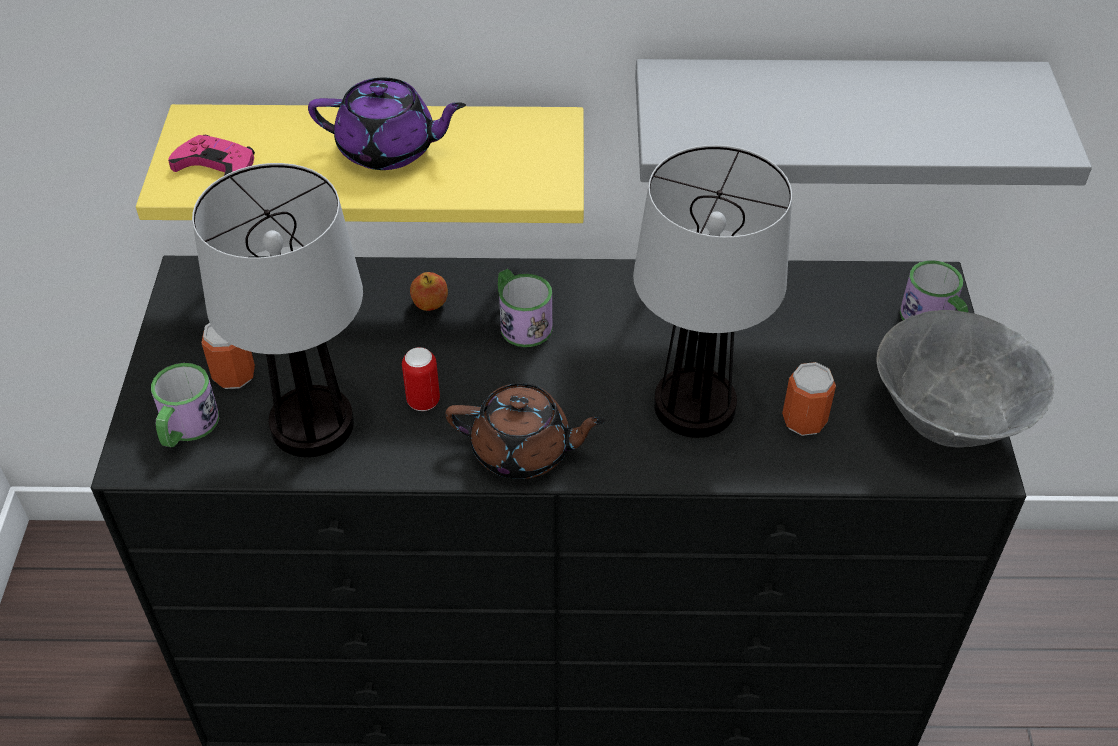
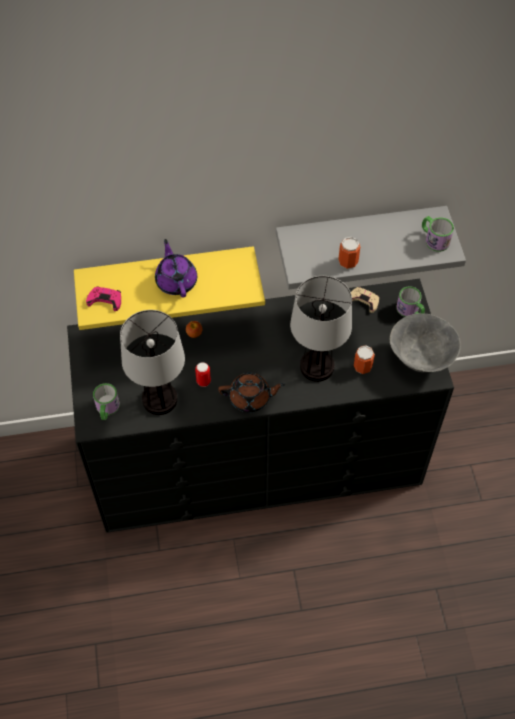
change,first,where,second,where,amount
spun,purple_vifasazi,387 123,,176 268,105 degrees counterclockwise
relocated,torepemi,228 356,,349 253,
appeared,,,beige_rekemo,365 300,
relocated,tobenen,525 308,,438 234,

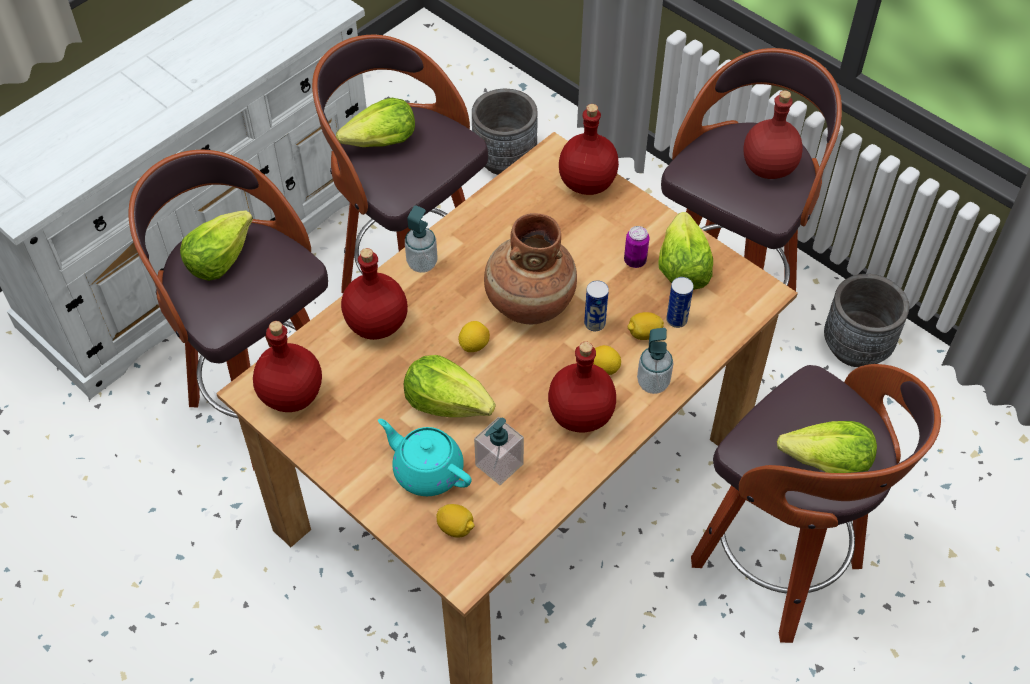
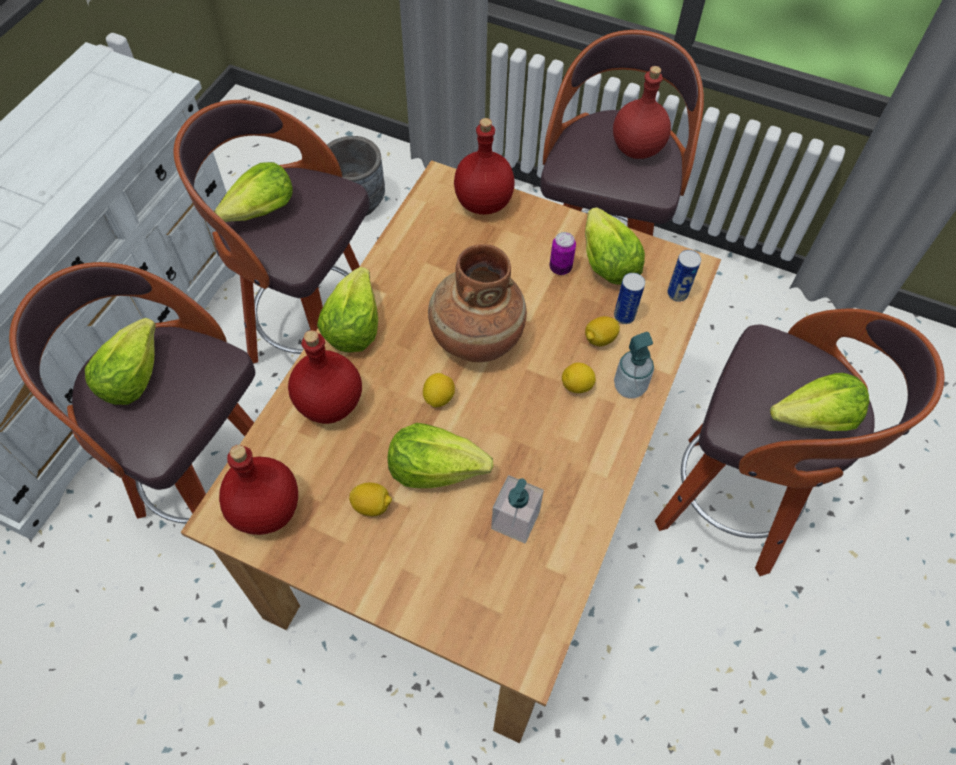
change,first,where,second,where,amount
exchanged,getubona,421 239,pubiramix,347 309,
relocated,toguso,455 521,,370 499,
relocated,torepemi,596 305,,684 276,
missing,turquoise_vifasazi,425 457,,,
missing,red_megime,582 386,,,
missing,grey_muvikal,866 320,,,

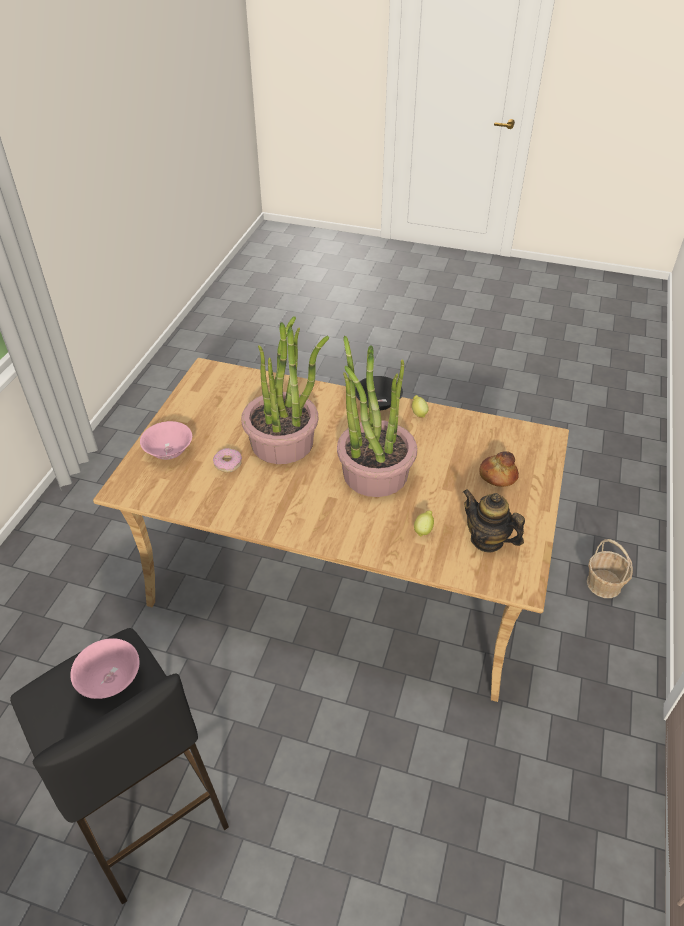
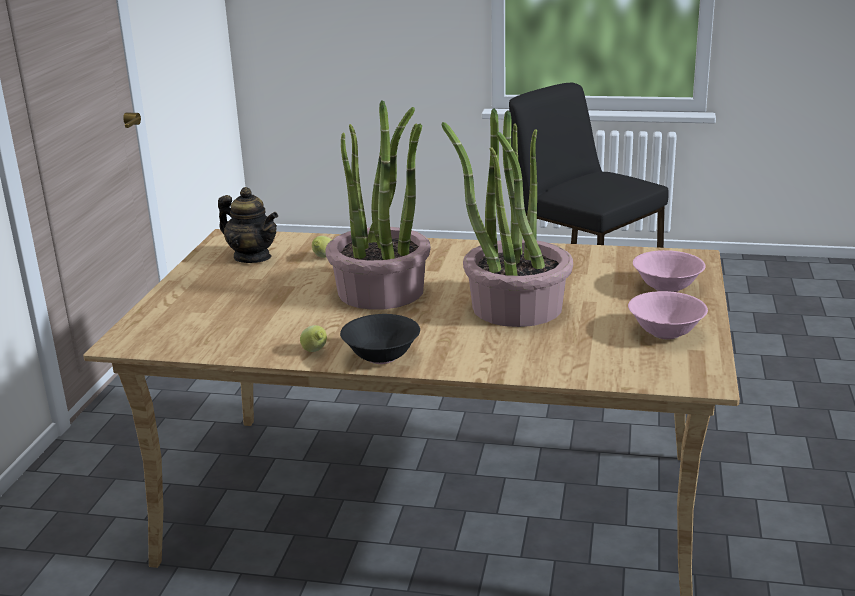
change,first,where,second,where,amount
relocated,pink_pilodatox,105 668,,668 315,
missing,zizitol,227 460,,,
missing,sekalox,499 469,,,
missing,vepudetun,610 568,,,

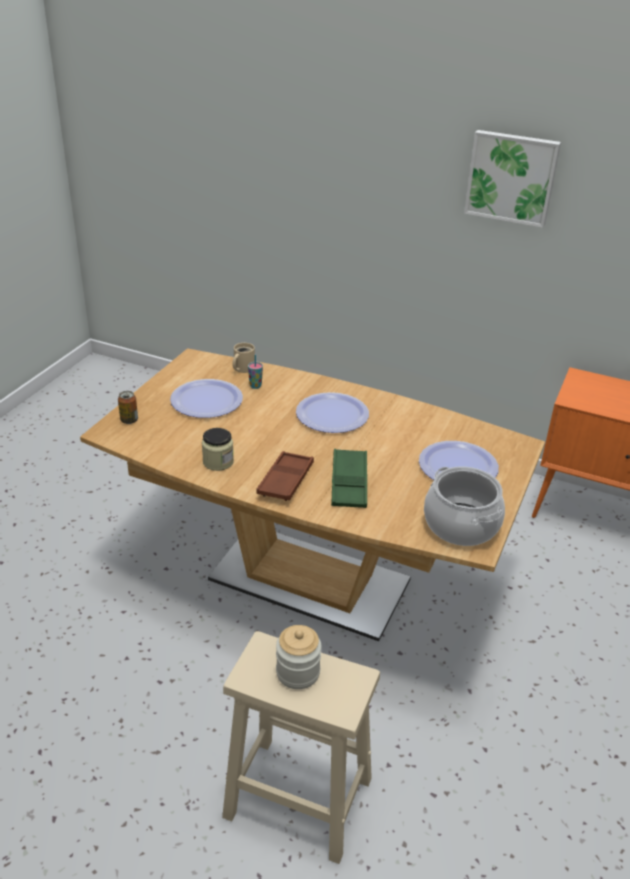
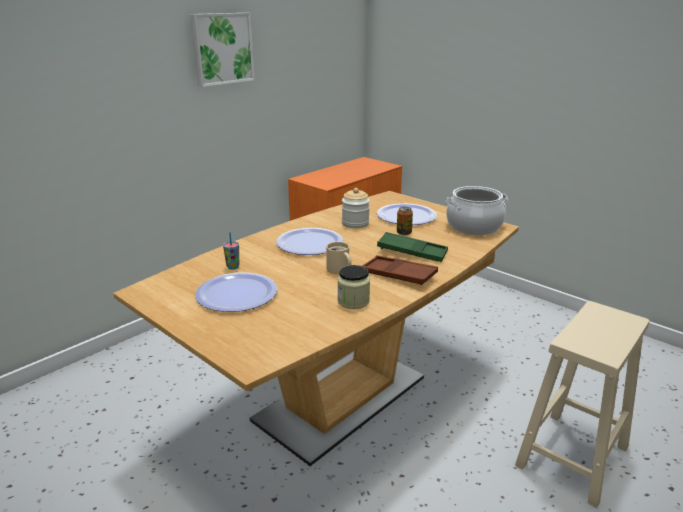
change,first,where,second,where,amount
relocated,beige_tobenen,243 358,,339 258,
relocated,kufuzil,299 657,,356 208,
relocated,torepemi,128 407,,405 220,

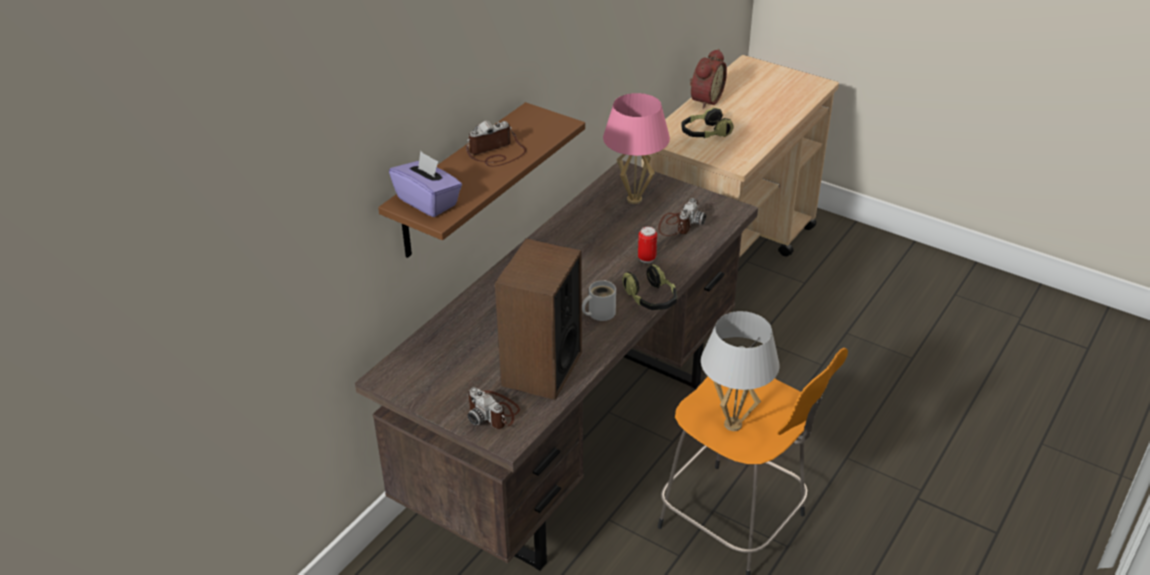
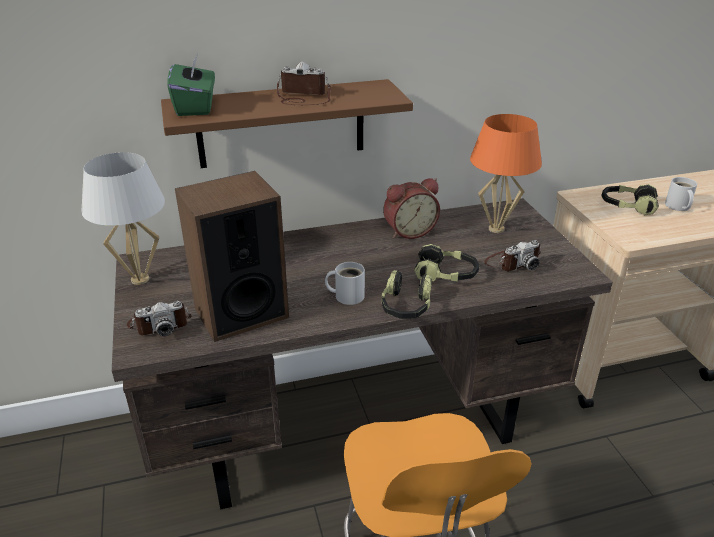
change,first,where,second,where,amount
relocated,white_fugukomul,740 371,,123 218,
spun,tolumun,493 408,,159 318,105 degrees counterclockwise
colour,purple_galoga,425 184,green_galoga,191 85,
relocated,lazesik,708 79,,411 208,
exchanged,torepemi,647 245,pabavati,446 263,
colour,pink_fugukomul,636 148,orange_fugukomul,506 173,
appeared,,,white_tobenen,681 194,

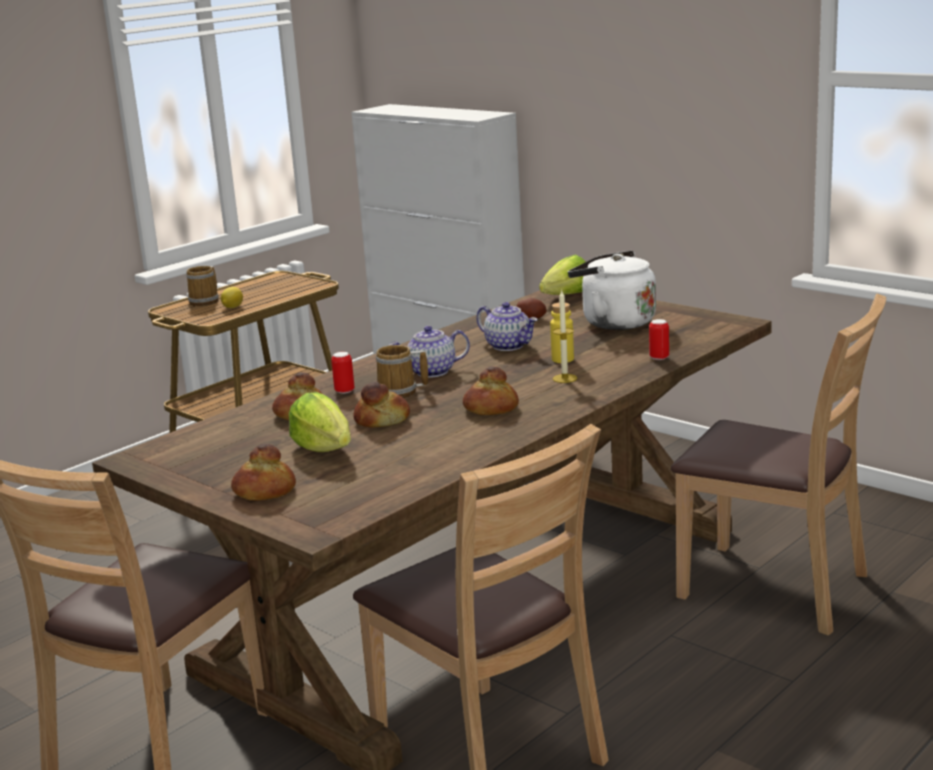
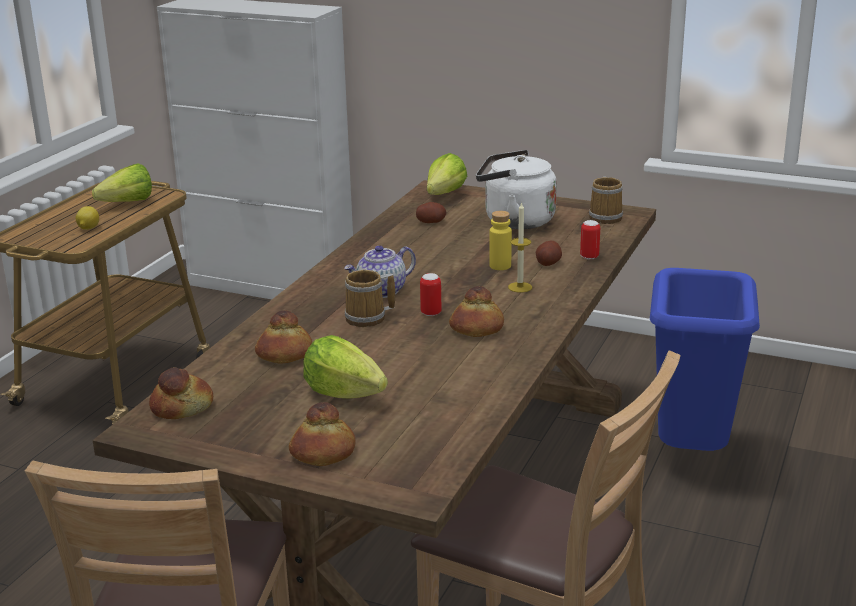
change,first,where,second,where,amount
appeared,,,pubiramix,122 182,
relocated,sekalox,381 405,,181 393,
relocated,torepemi,343 373,,430 294,
appeared,,,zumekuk,549 253,
relocated,tobenen,202 286,,606 200,
exchanged,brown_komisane,778 465,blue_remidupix,705 359,
missing,vifasazi,507 326,,,

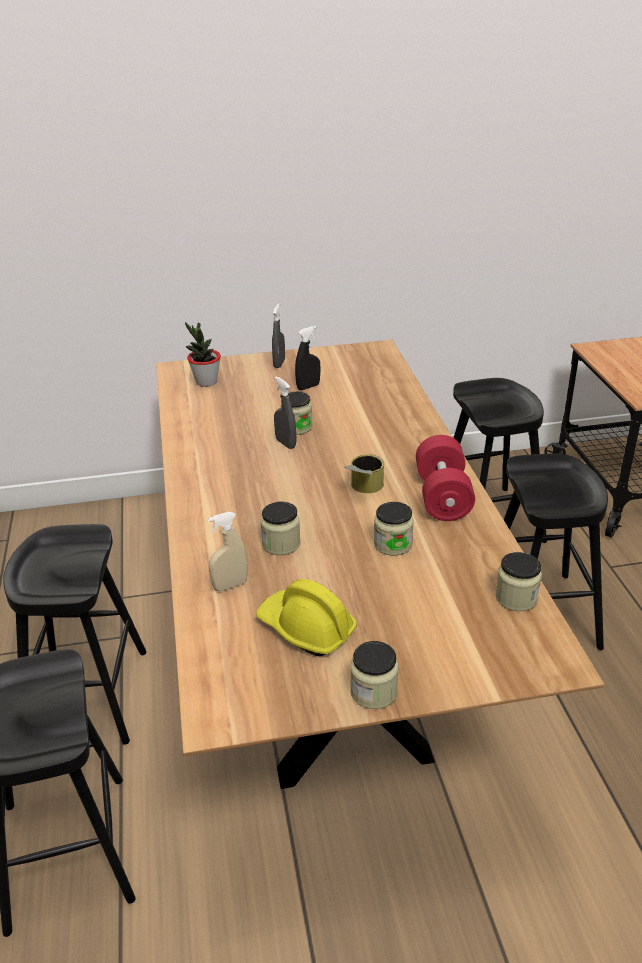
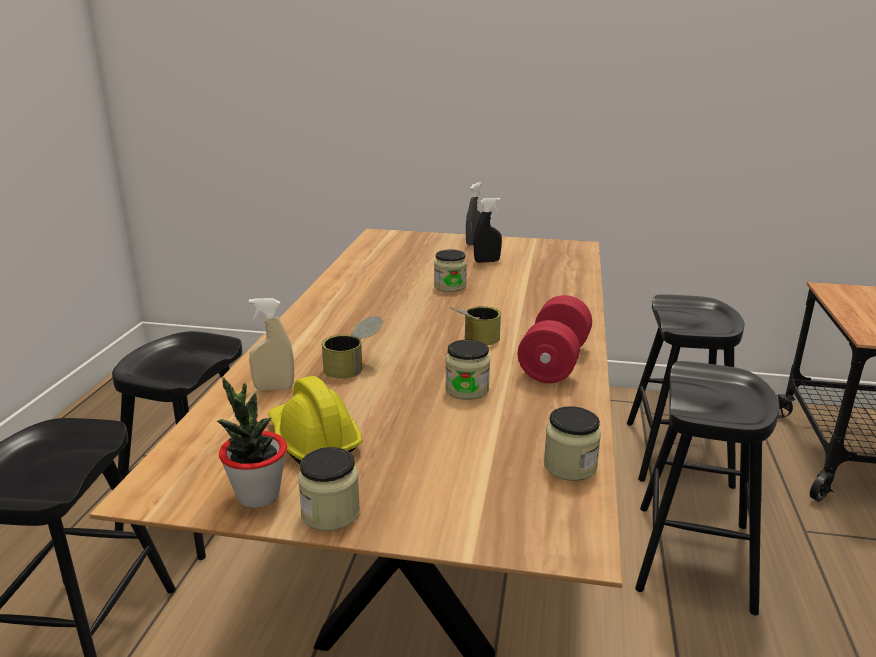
change,first,where,second,where,amount
relocated,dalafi,203 354,,252 442,
exchanged,kufuzil,280 528,torepemi,352 347,
missing,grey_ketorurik,285 412,,,

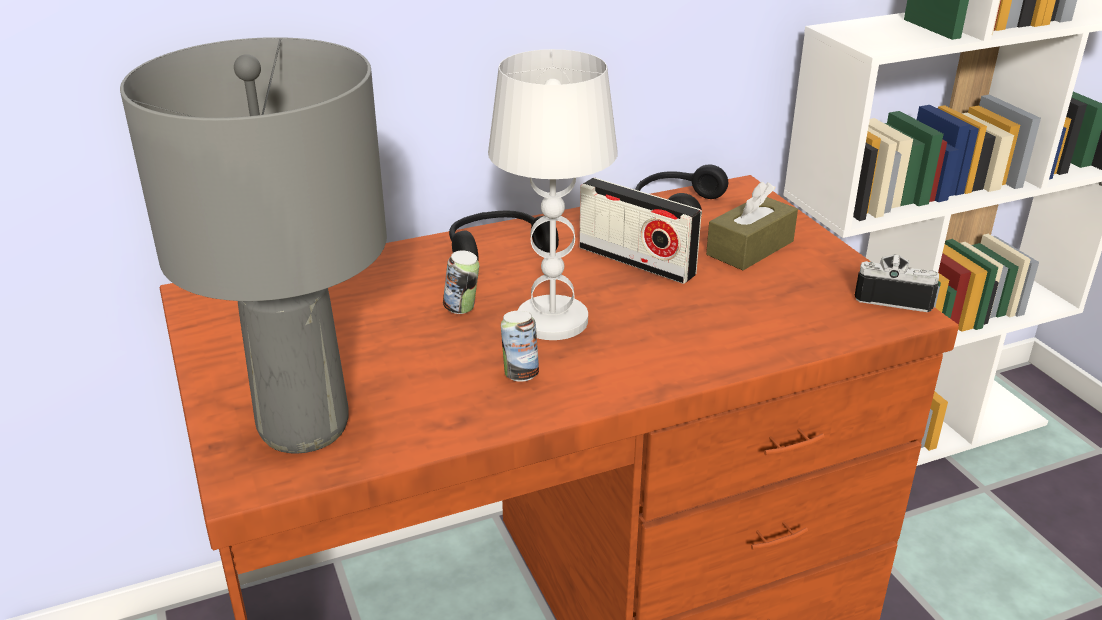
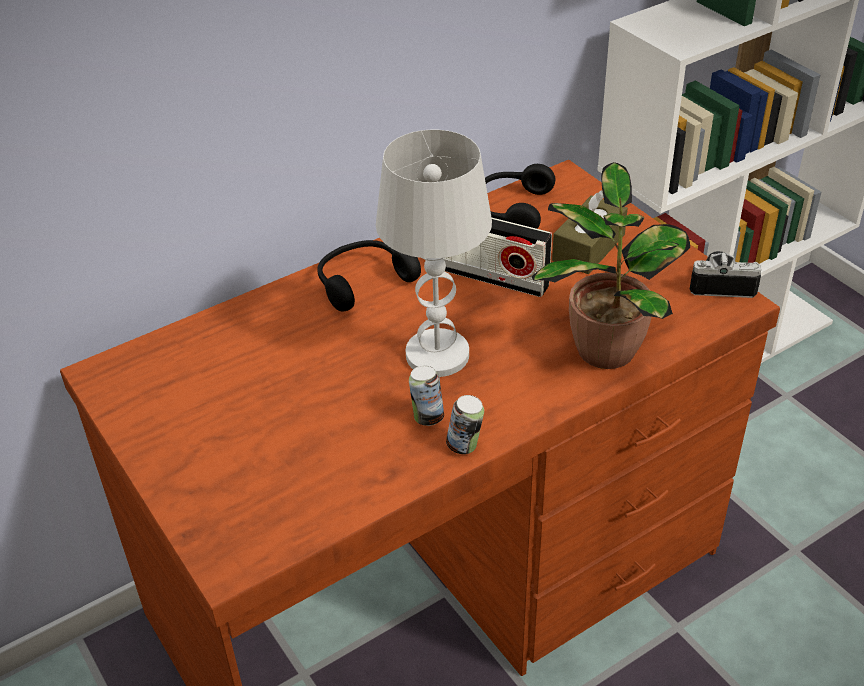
change,first,where,second,where,amount
relocated,torepemi,461 282,,465 424,
appeared,,,dalafi,611 265,
missing,grey_fugukomul,253 245,,,

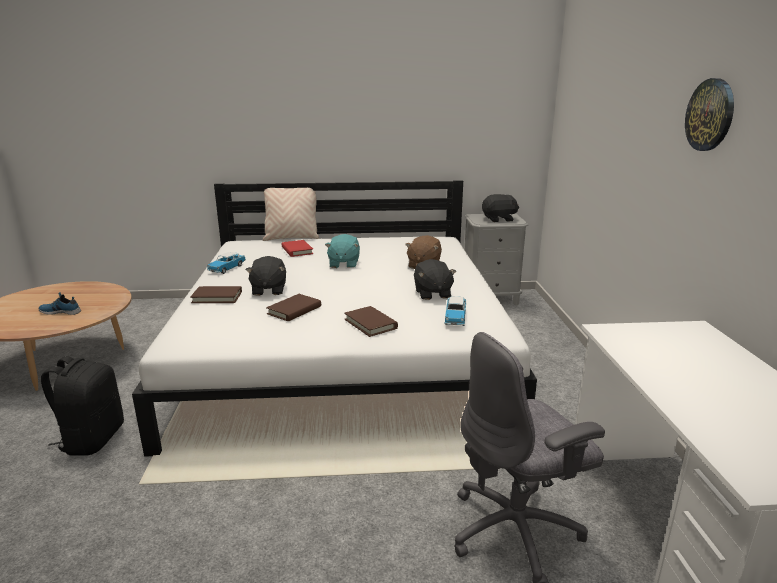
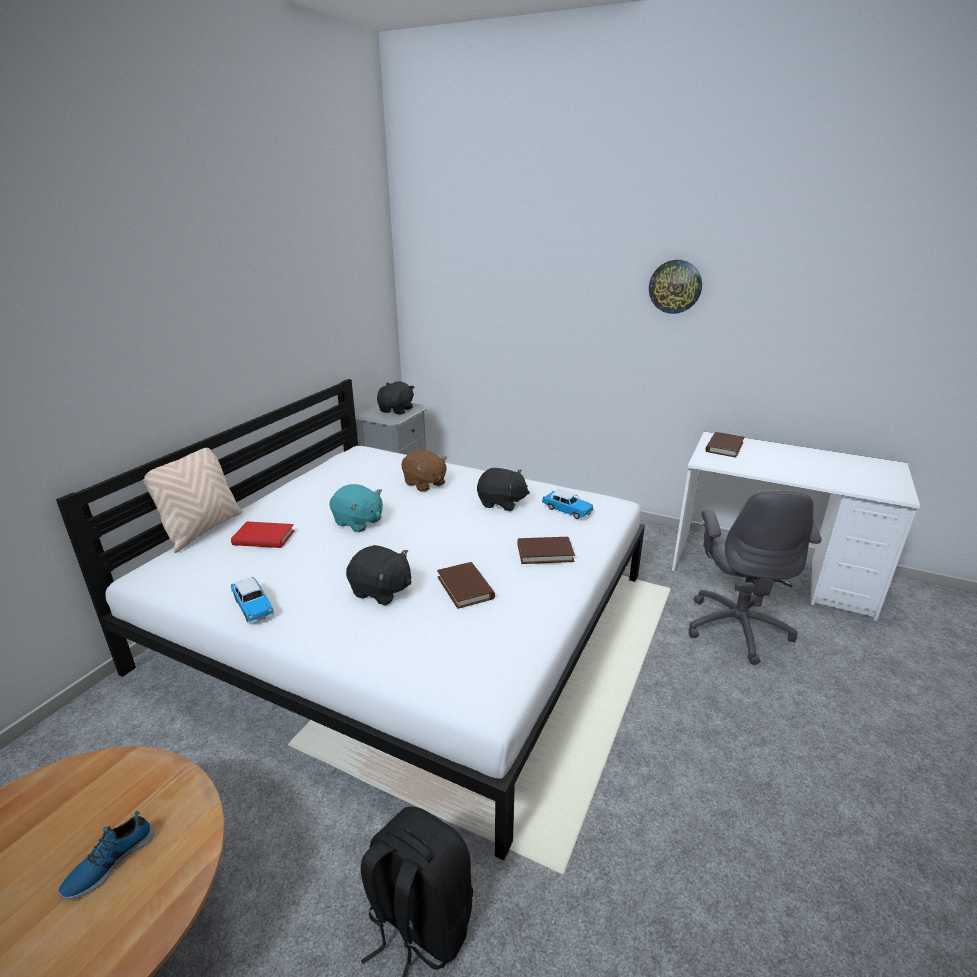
change,first,where,second,where,amount
relocated,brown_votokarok,216 294,,724 445,

